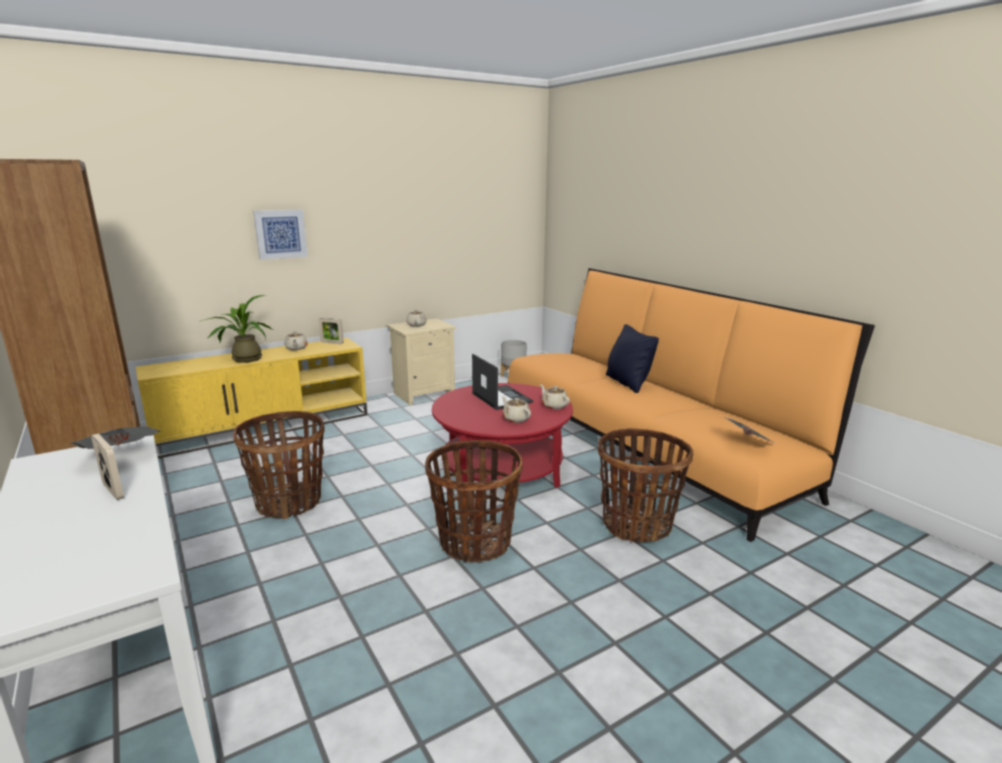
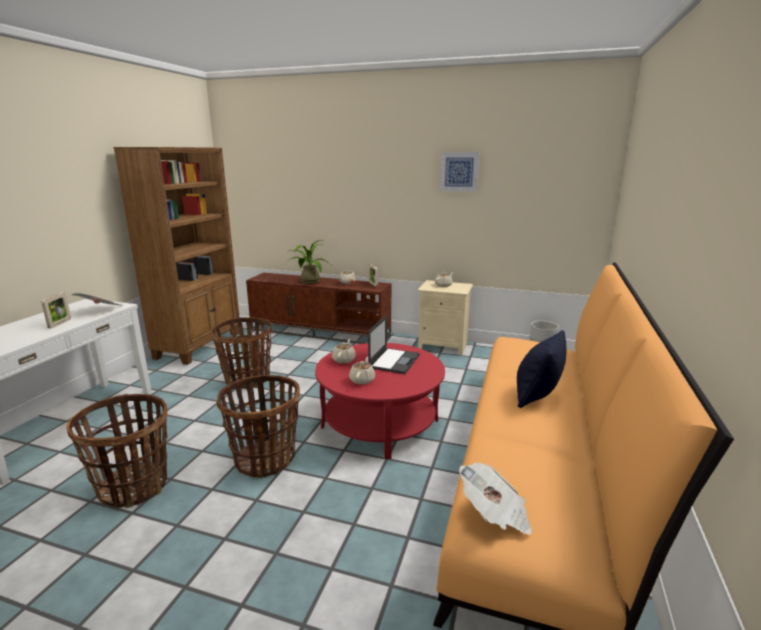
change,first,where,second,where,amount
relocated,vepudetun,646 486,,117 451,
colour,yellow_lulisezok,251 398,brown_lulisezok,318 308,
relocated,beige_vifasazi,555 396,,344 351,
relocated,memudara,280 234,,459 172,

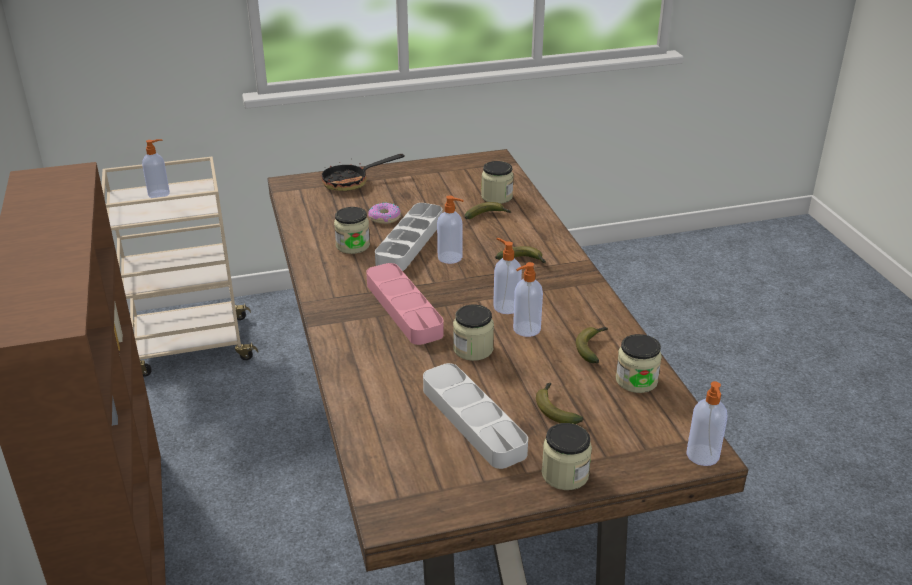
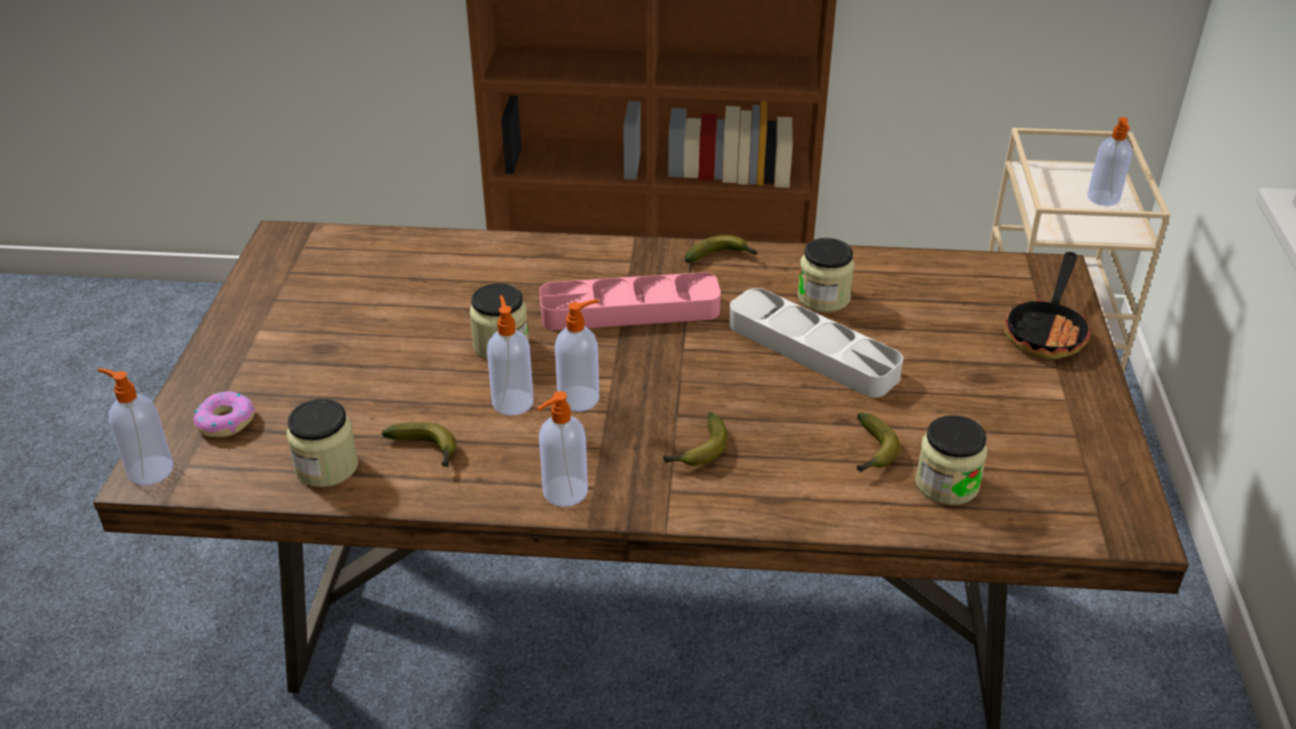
change,first,where,second,where,amount
relocated,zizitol,384 213,,224 414,
relocated,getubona,450 229,,562 449,
relocated,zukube,559 403,,721 249,
spun,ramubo,363 172,,1048 305,150 degrees counterclockwise
missing,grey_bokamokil,475 416,,,
missing,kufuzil,567 456,,,

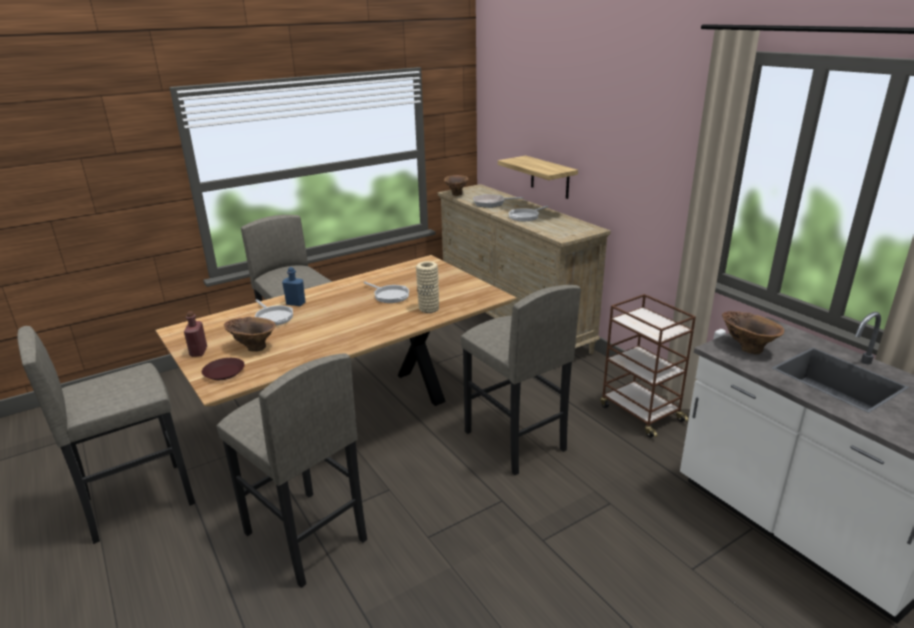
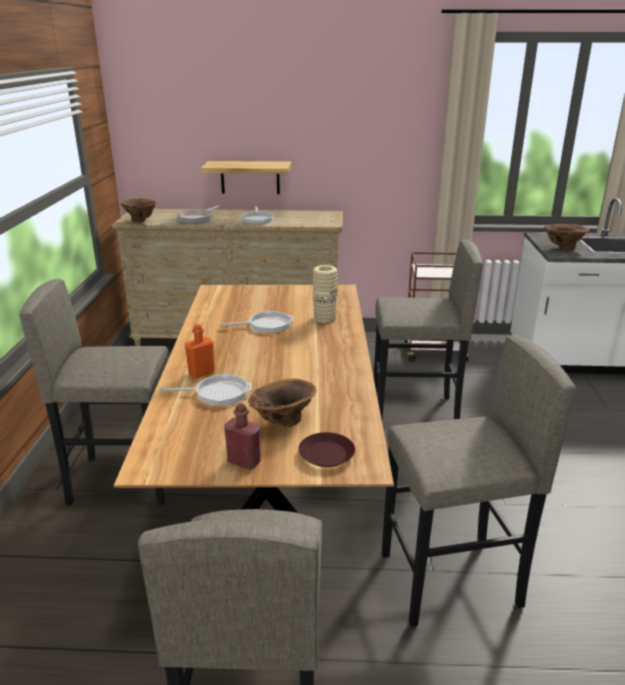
change,first,where,second,where,amount
colour,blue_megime,294 286,orange_megime,200 351,

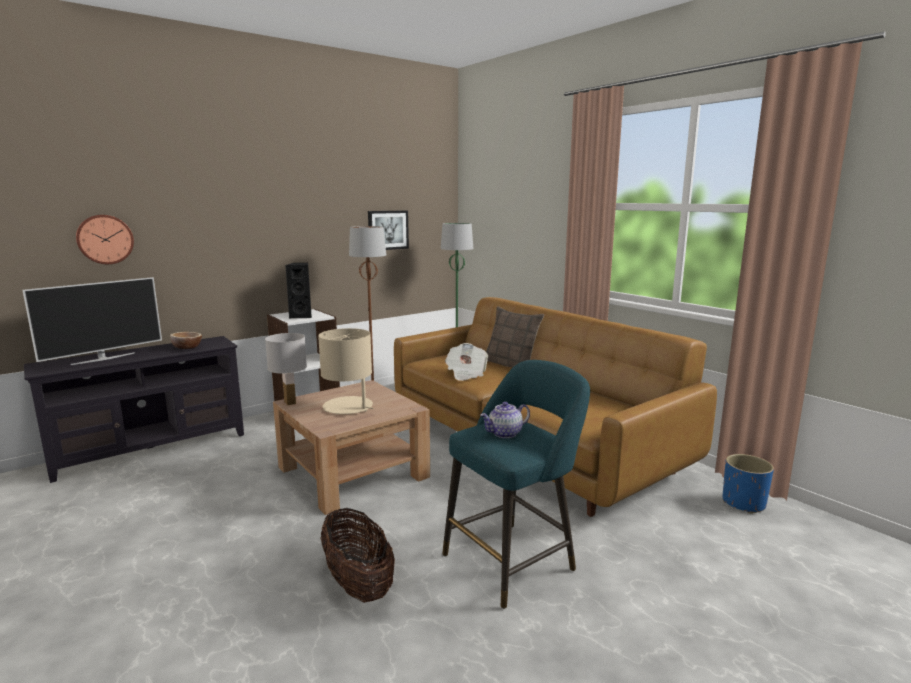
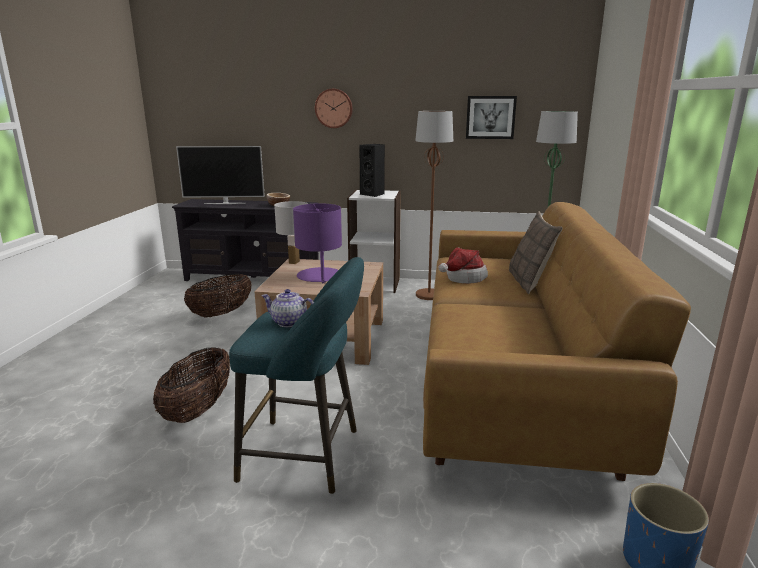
change,first,where,second,where,amount
appeared,,,vepudetun,217 296,
colour,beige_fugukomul,346 371,purple_fugukomul,317 243,
relocated,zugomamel,105 239,,334 108,
exchanged,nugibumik,466 362,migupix,463 265,

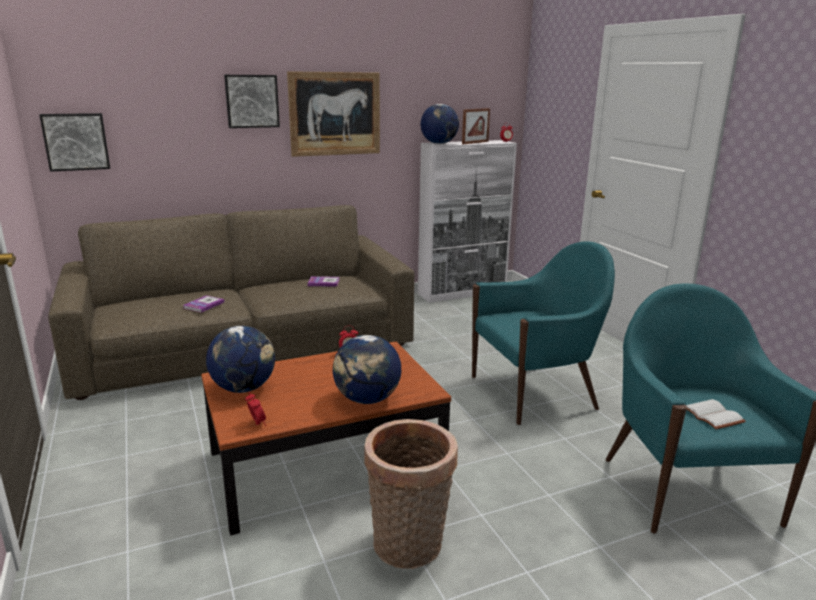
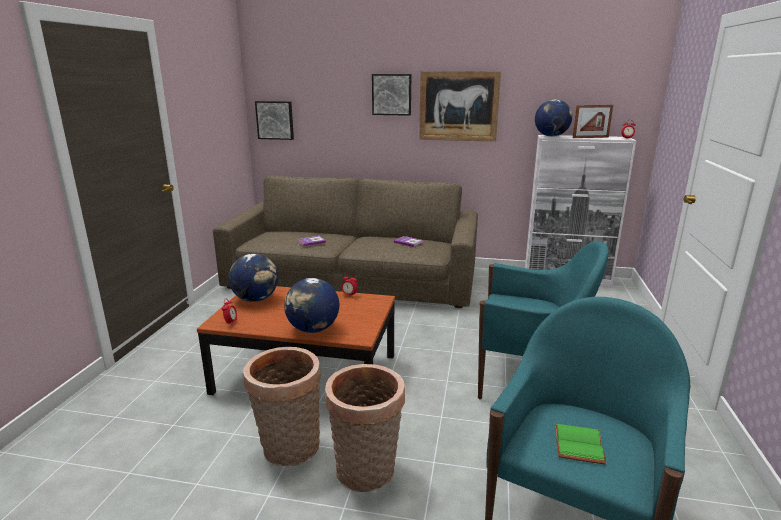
change,first,where,second,where,amount
appeared,,,vepudetun,365 428,
colour,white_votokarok,716 414,green_votokarok,580 444,

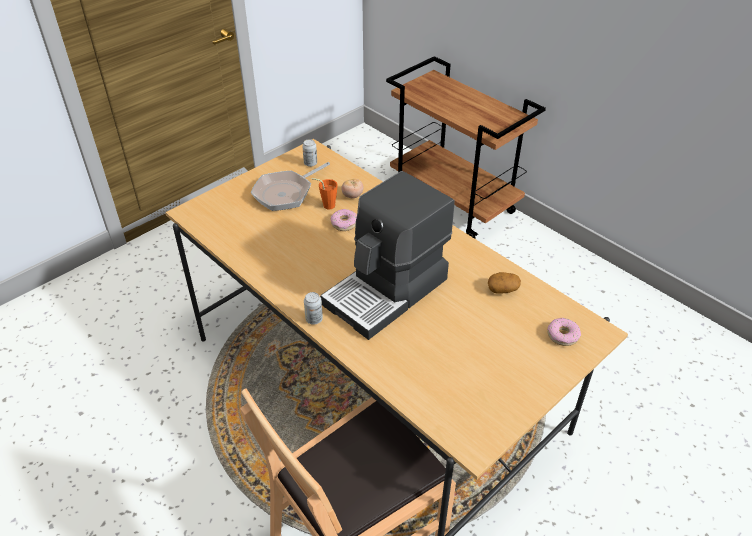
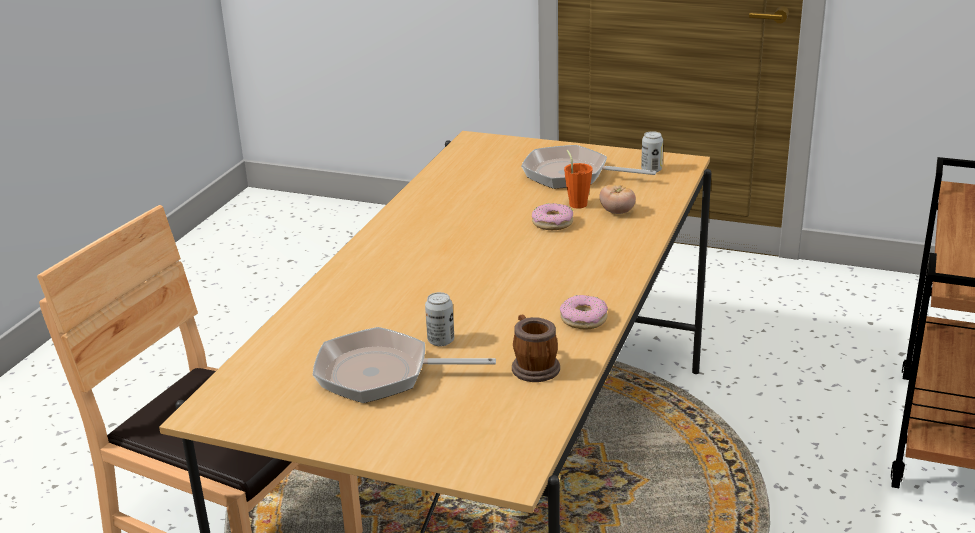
change,first,where,second,where,amount
appeared,,,ramubo,404 365,
relocated,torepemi,313 308,,439 319,
exchanged,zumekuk,504 283,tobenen,536 348,
relocated,zizitol,564 332,,584 312,
missing,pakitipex,387 255,,,

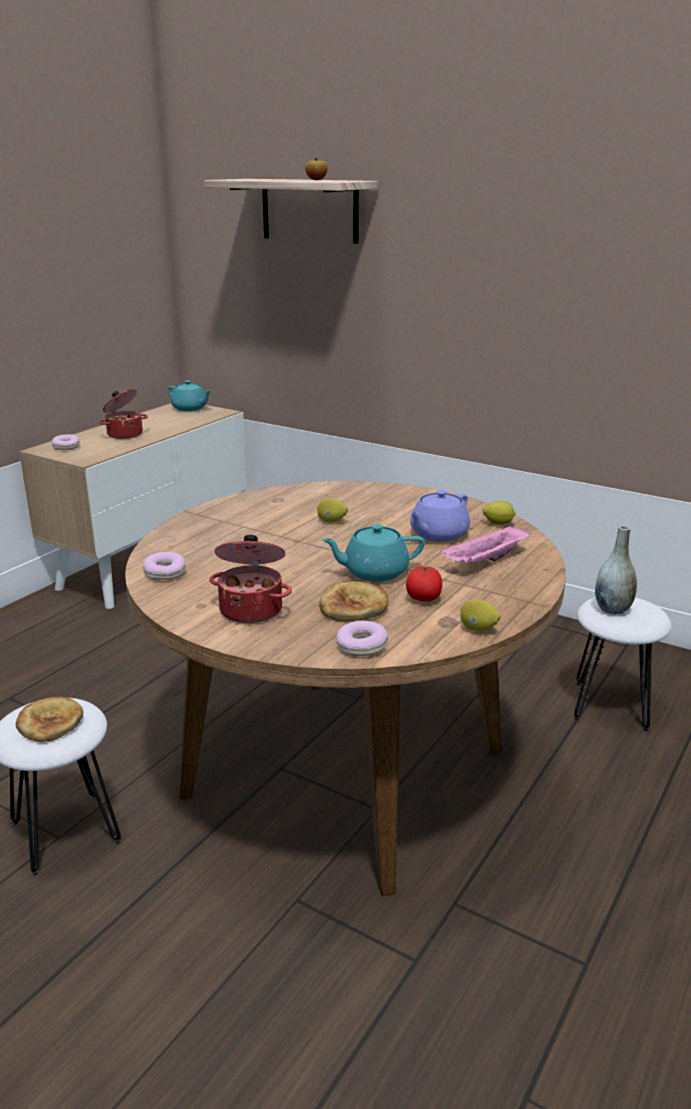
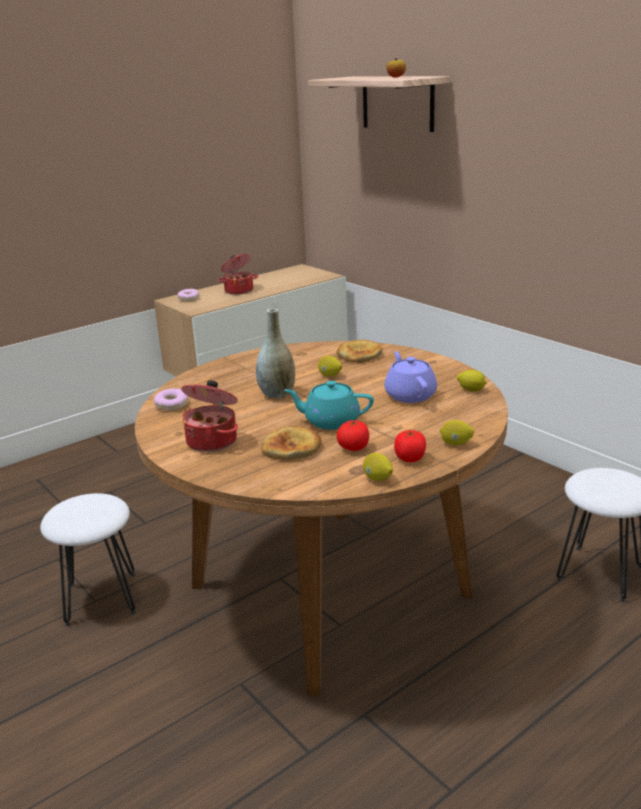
change,first,where,second,where,amount
relocated,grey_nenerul,616 570,,275 353,
relocated,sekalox,49 719,,360 351,
spun,purple_vifasazi,439 516,,410 377,105 degrees clockwise
appeared,,,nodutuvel,410 446,
appeared,,,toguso,457 432,
missing,turquoise_vifasazi,190 395,,,
missing,zizitol,362 638,,,
missing,pink_bokamokil,485 543,,,

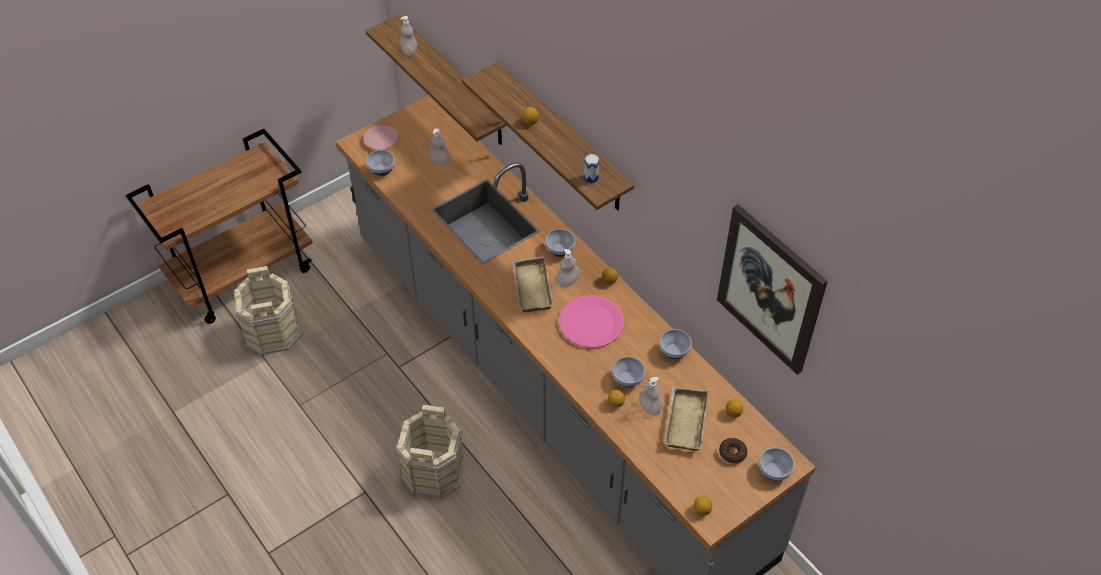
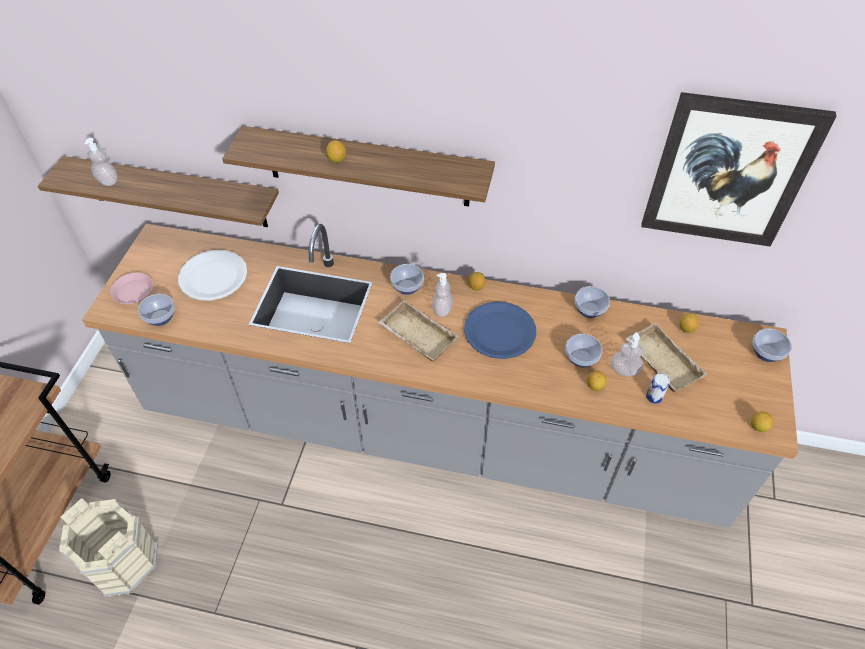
change,first,where,second,where,amount
exchanged,getubona,439 146,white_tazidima,212 275,
colour,pink_tazidima,591 321,blue_tazidima,500 330,
relocated,torepemi,591 168,,658 388,
missing,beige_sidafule,430 452,,,
missing,zizitol,733 451,,,

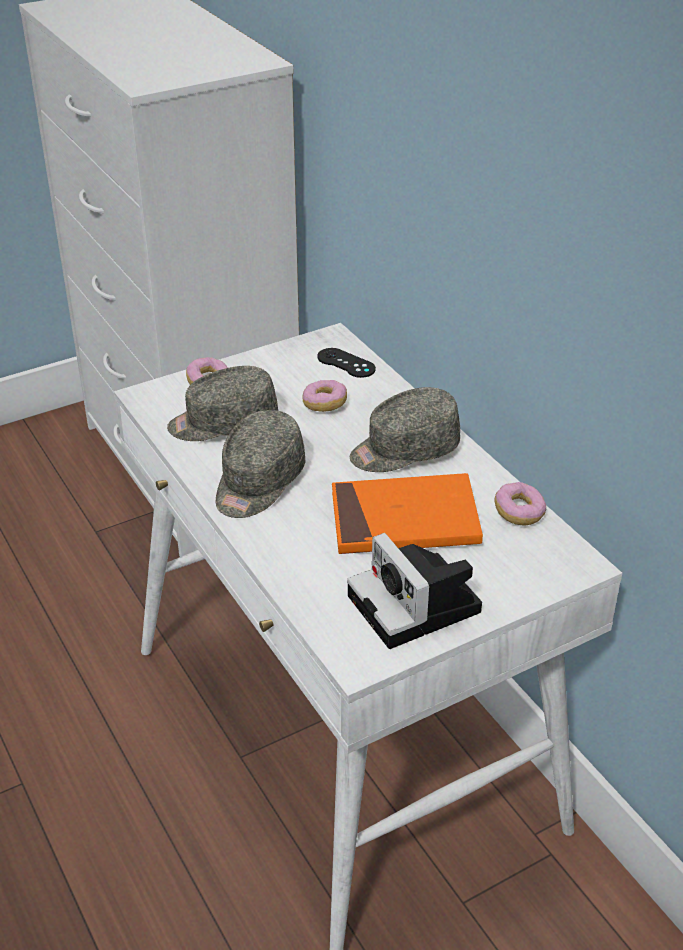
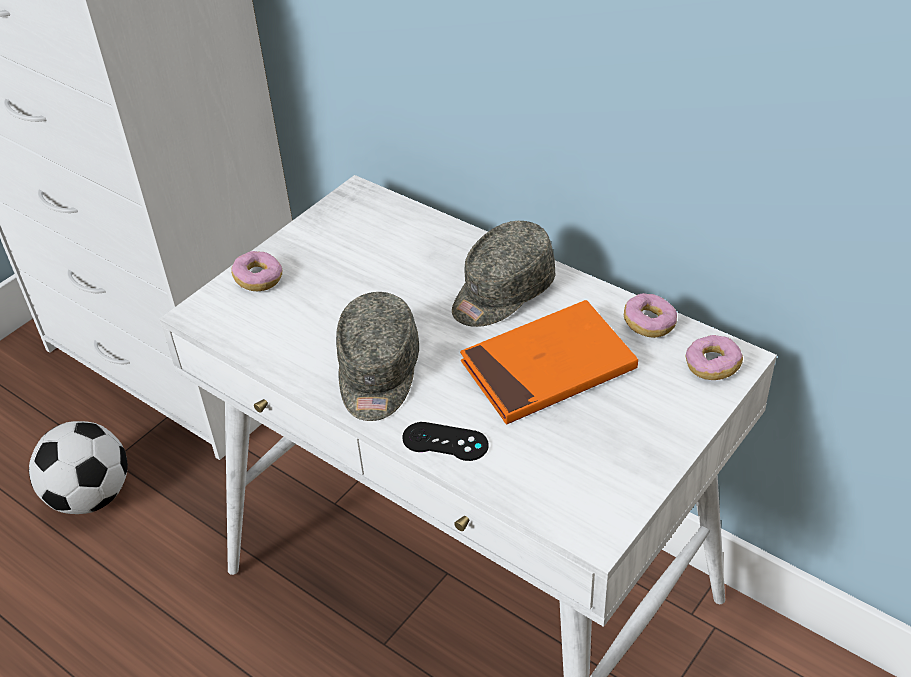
change,first,where,second,where,amount
appeared,,,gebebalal,78 467,
relocated,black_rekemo,346 363,,445 441,
relocated,zizitol,325 396,,714 357,
missing,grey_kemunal,222 403,,,
missing,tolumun,414 591,,,

